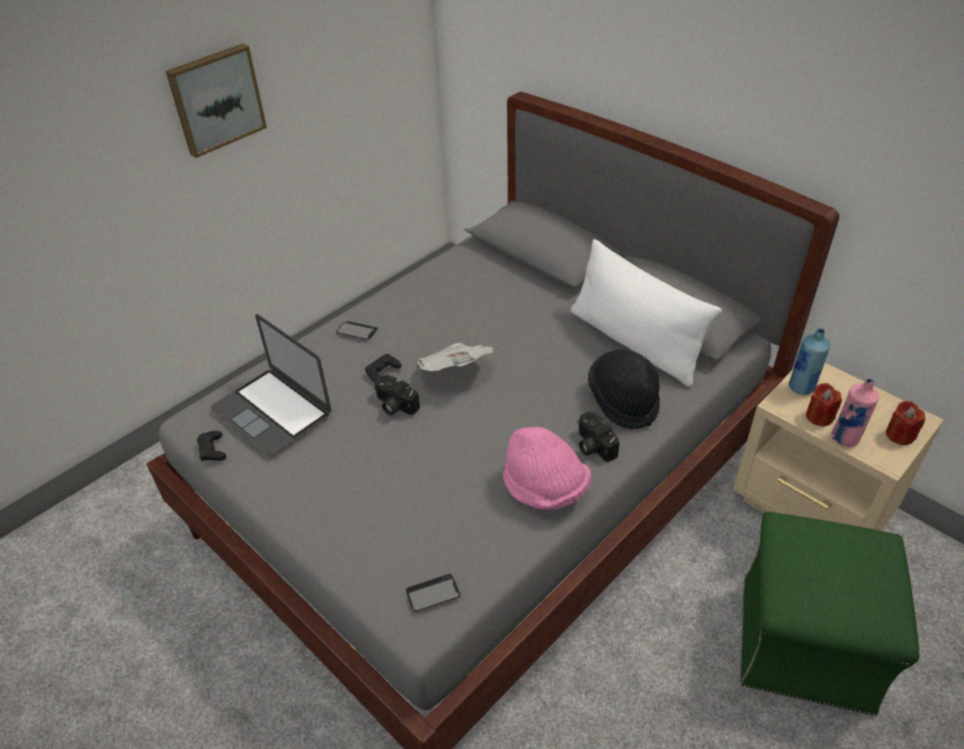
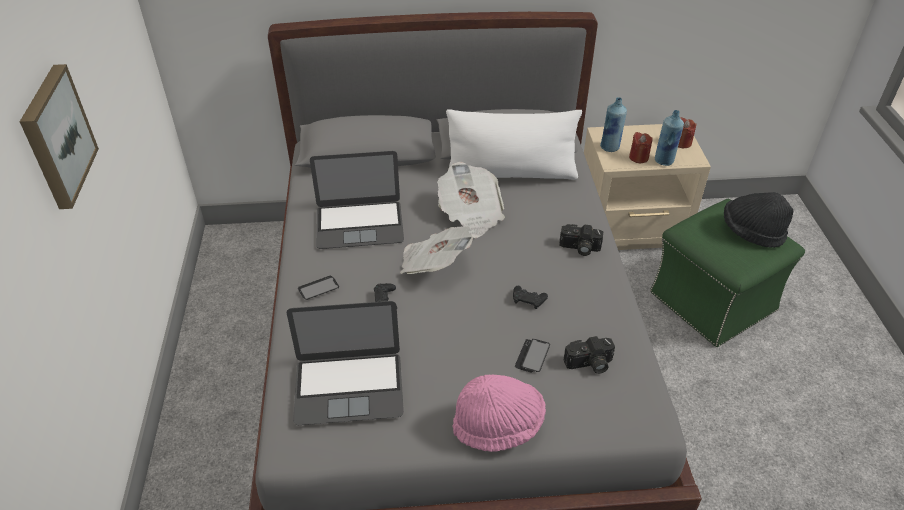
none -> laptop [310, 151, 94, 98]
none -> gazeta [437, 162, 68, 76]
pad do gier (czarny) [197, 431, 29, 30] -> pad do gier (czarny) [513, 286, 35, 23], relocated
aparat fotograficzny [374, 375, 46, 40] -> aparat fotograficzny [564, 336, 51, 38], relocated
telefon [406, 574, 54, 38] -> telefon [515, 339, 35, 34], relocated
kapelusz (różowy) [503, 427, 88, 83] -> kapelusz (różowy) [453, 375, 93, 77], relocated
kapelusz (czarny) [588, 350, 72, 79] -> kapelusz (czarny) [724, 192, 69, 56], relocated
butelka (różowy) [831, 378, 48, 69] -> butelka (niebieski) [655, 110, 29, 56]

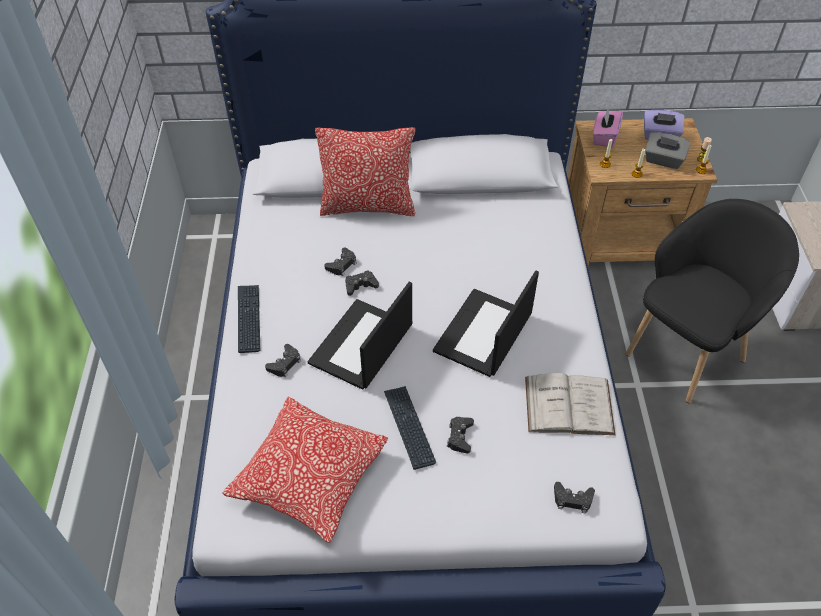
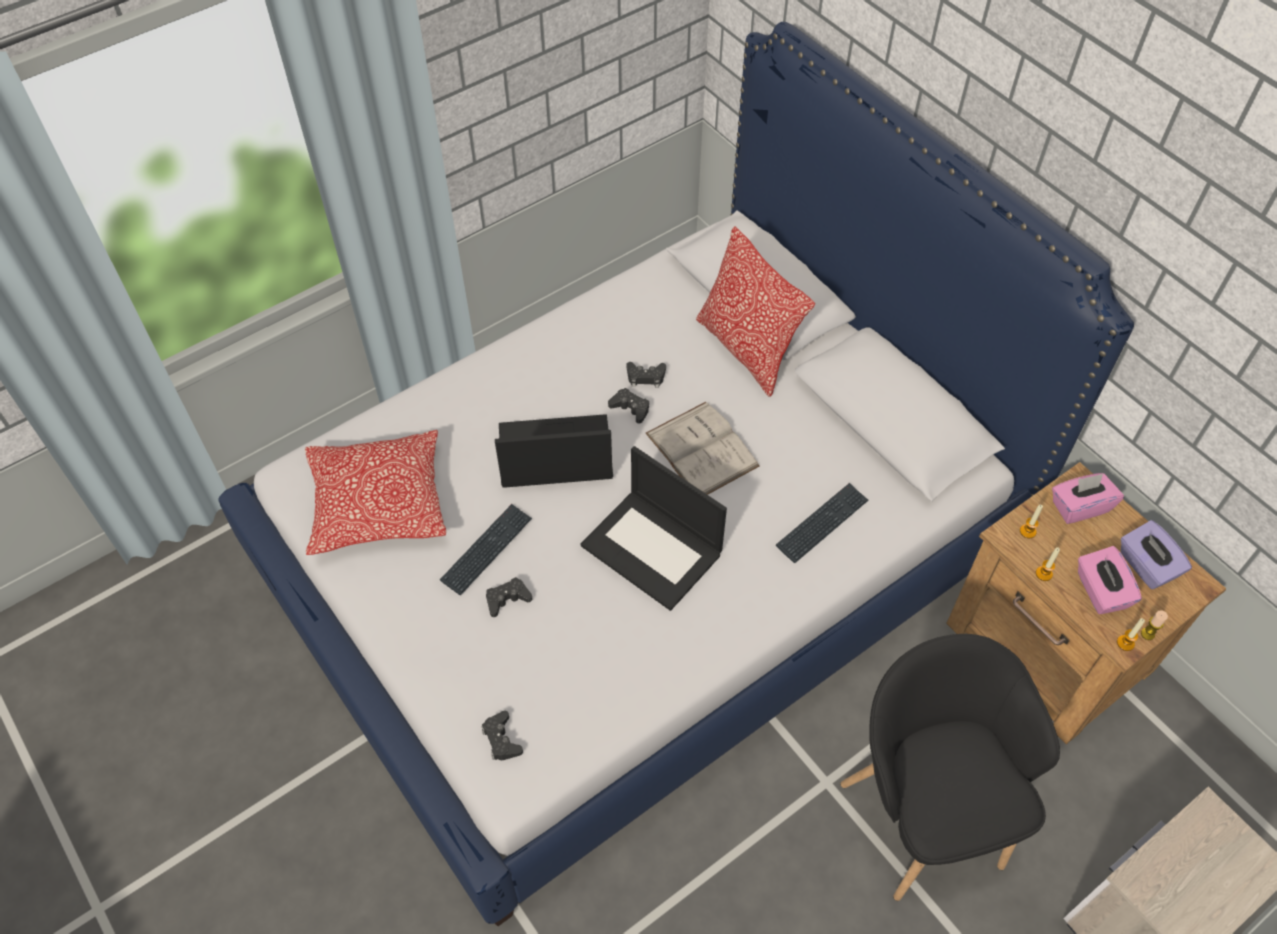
pad do gier (czarny) [265, 344, 36, 33] -> none
klawiatura [238, 285, 22, 68] -> klawiatura [776, 483, 93, 80], relocated
książka (biały) [525, 373, 90, 62] -> książka (biały) [646, 402, 114, 93], relocated
pudełko chusteczek (szary) [645, 132, 46, 37] -> pudełko chusteczek (różowy) [1078, 546, 64, 68]
laptop [433, 270, 106, 107] -> laptop [581, 446, 146, 165], 135 degrees counterclockwise
fotel (czarny) [626, 199, 173, 204] -> fotel (czarny) [840, 634, 220, 267], 120 degrees counterclockwise

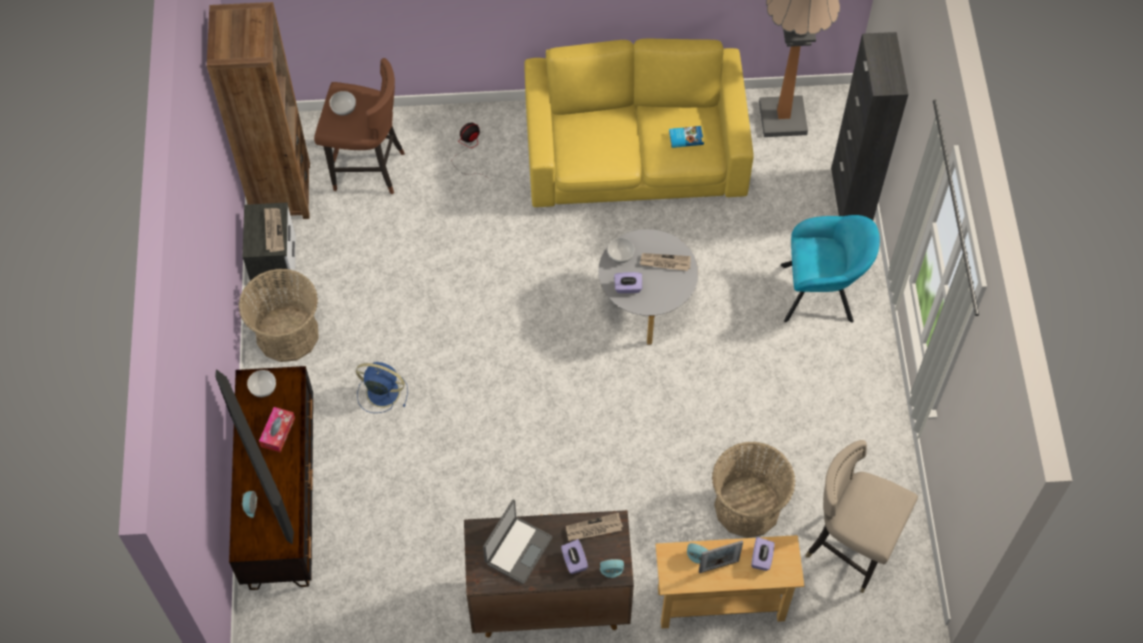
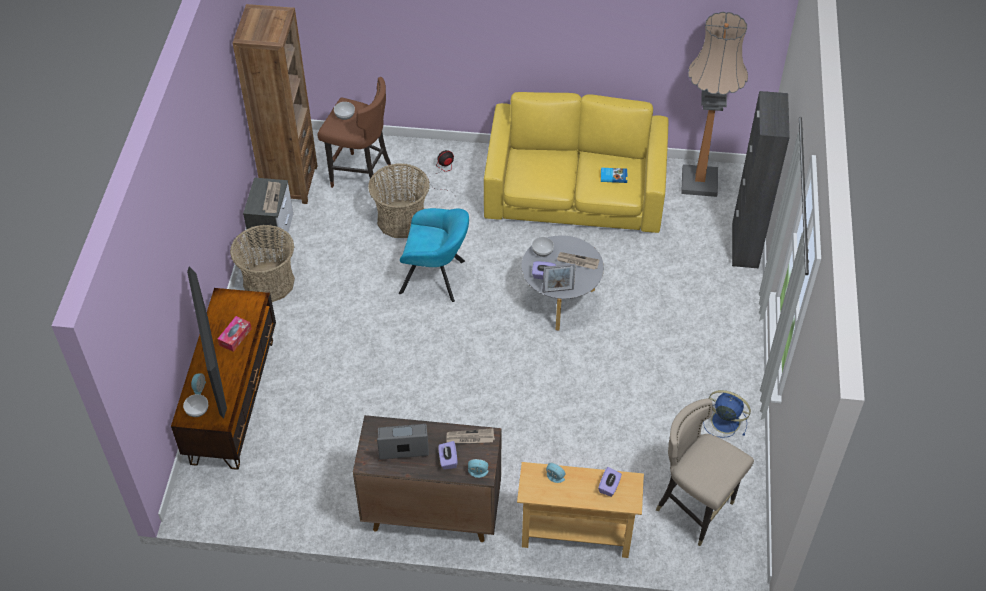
miska [247, 370, 29, 27] -> miska [183, 394, 25, 23], relocated
wentylator (niebieski) [356, 362, 52, 51] -> wentylator (niebieski) [703, 390, 48, 48], relocated
ramka na zdjęcie [699, 540, 44, 33] -> ramka na zdjęcie [543, 264, 33, 29], relocated
koszyk [712, 441, 83, 97] -> koszyk [368, 163, 62, 75], relocated
fotel (turkusowy) [781, 215, 99, 108] -> fotel (turkusowy) [399, 208, 70, 94], relocated
laptop [483, 500, 70, 84] -> laptop [377, 424, 52, 36], 135 degrees counterclockwise

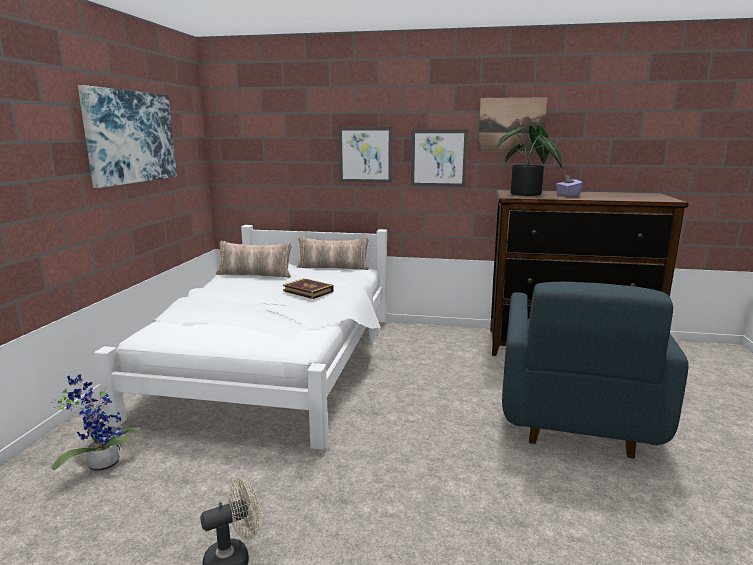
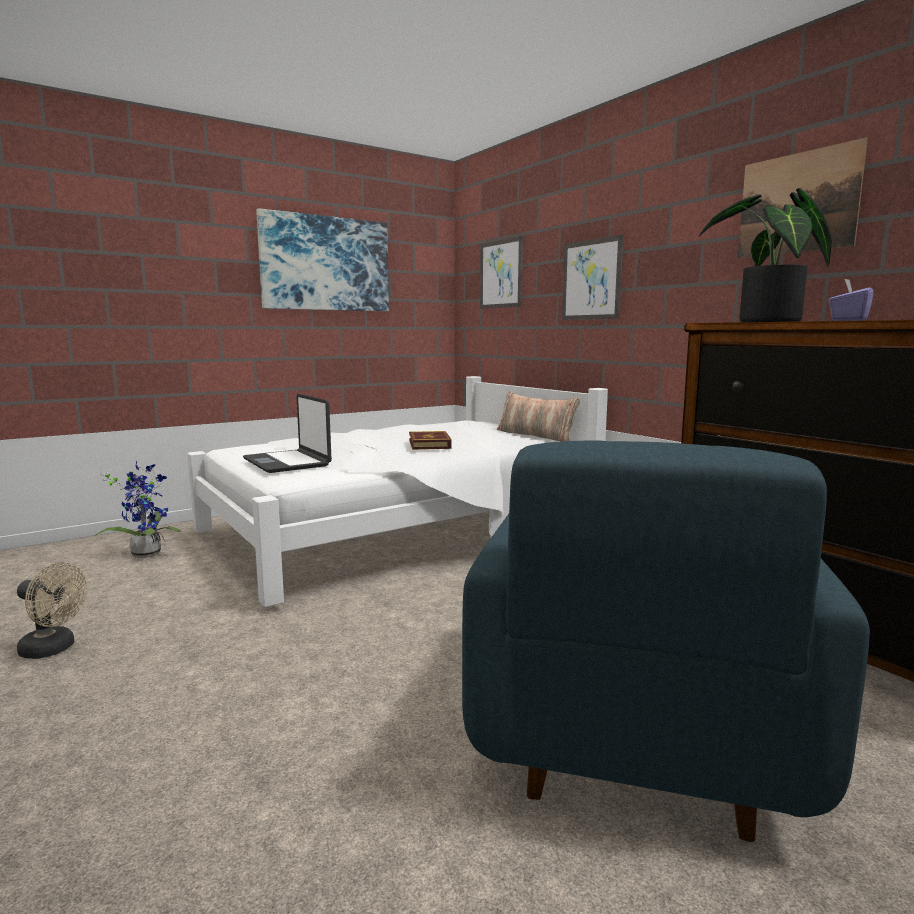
poduszka [216, 241, 76, 37] -> none
none -> laptop [243, 394, 89, 79]
obraz [411, 130, 57, 57] -> obraz [480, 236, 43, 73], relocated
fotel (niebieski) [502, 282, 187, 176] -> fotel (niebieski) [462, 441, 408, 401], 45 degrees counterclockwise

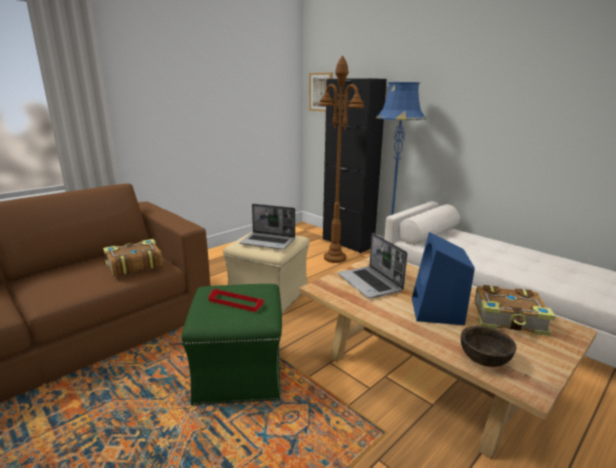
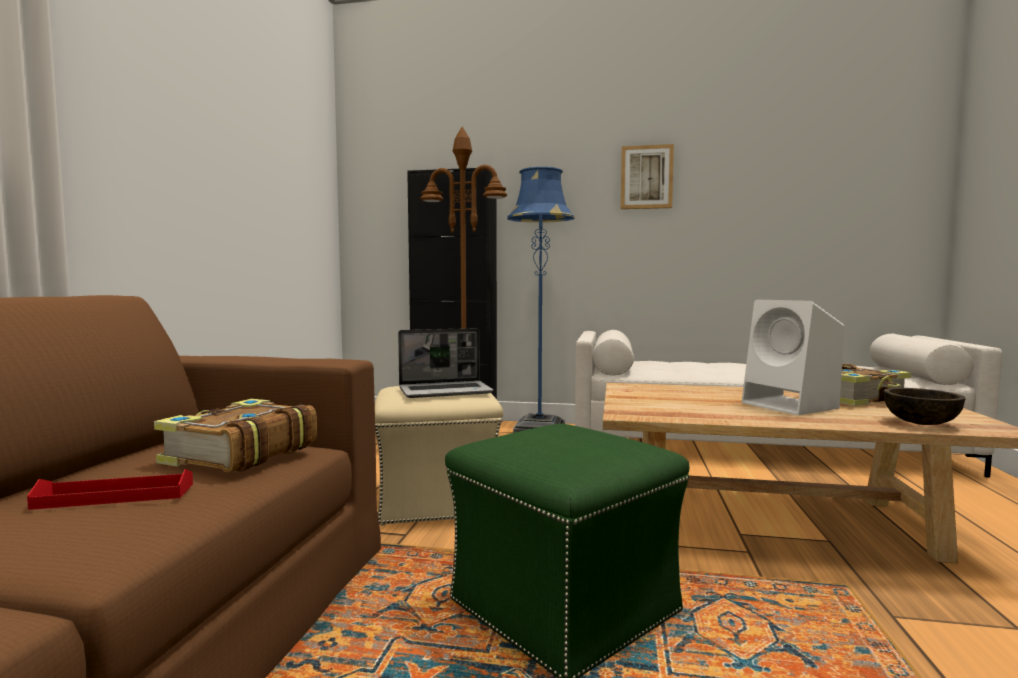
laptop [338, 233, 69, 65] -> none
taca (czerwony) [209, 289, 54, 23] -> taca (czerwony) [27, 469, 166, 41], relocated
obraz [309, 72, 24, 40] -> obraz [621, 144, 53, 65], relocated
głośnik (niebieski) [412, 232, 63, 93] -> głośnik (biały) [742, 300, 102, 115]

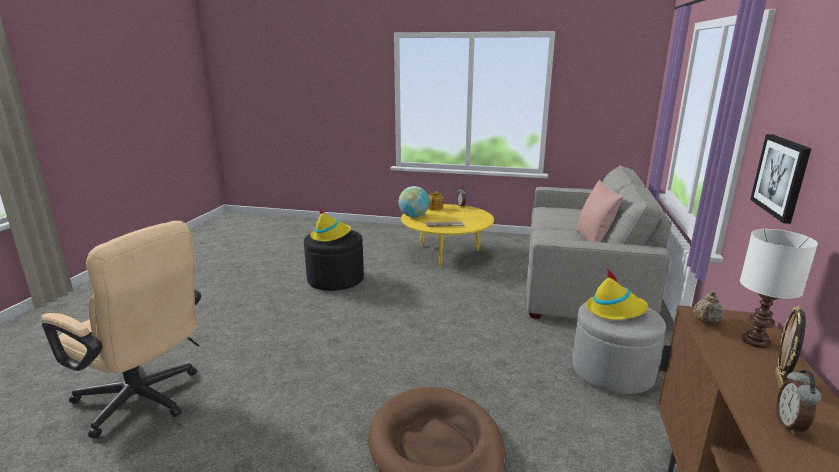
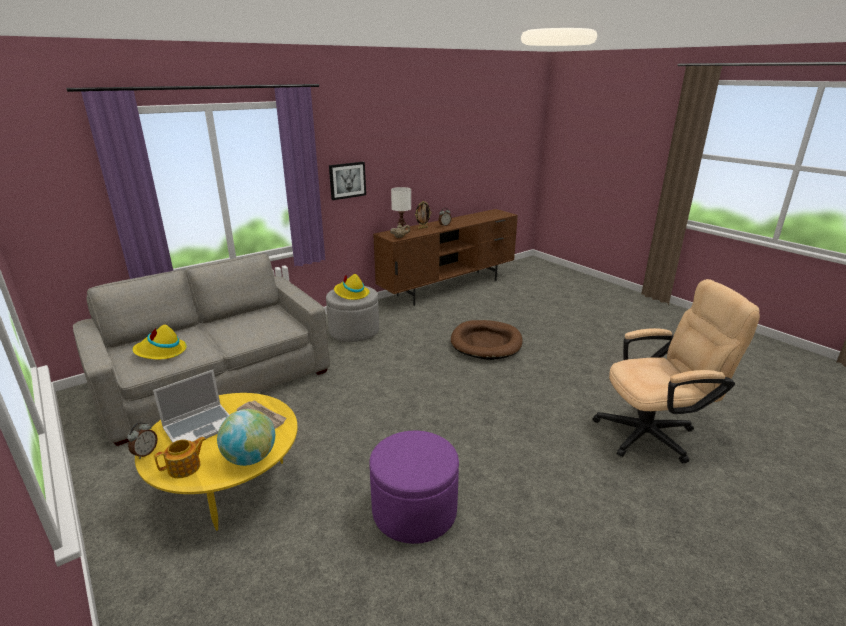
poduszka (różowy) [577, 180, 46, 62] -> none
none -> laptop [153, 370, 76, 73]
kapelusz (żółty) [311, 209, 40, 33] -> kapelusz (żółty) [133, 325, 54, 35], relocated
pufa (czarny) [304, 230, 60, 61] -> pufa (fioletowy) [369, 430, 90, 114]
krzesło biurowe (beżowy) [41, 221, 160, 217] -> krzesło biurowe (beżowy) [592, 279, 168, 185], 105 degrees clockwise

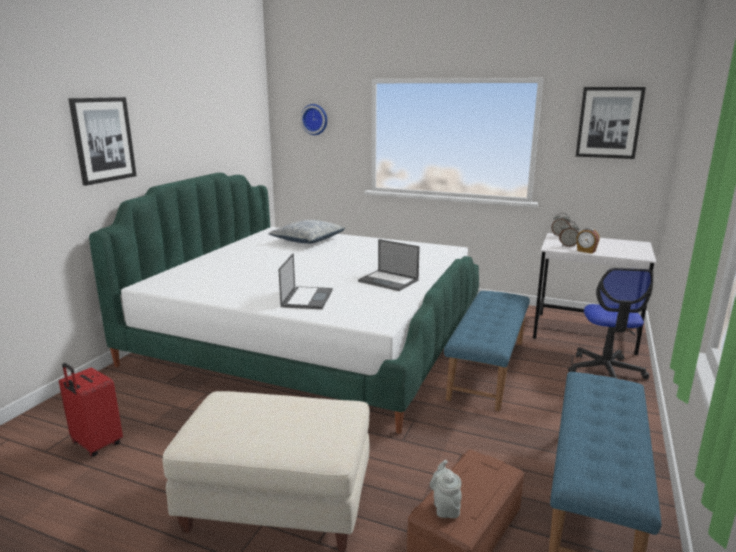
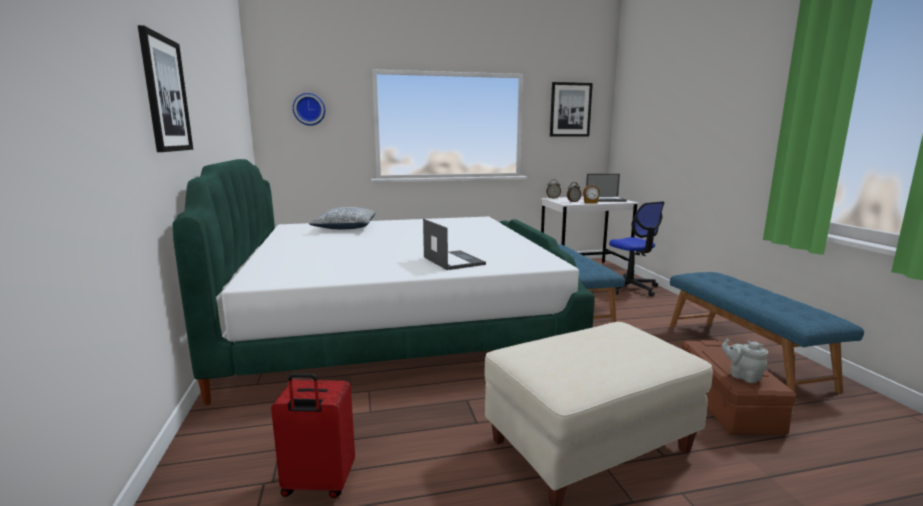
laptop [358, 239, 62, 52] -> laptop [586, 174, 41, 28], relocated

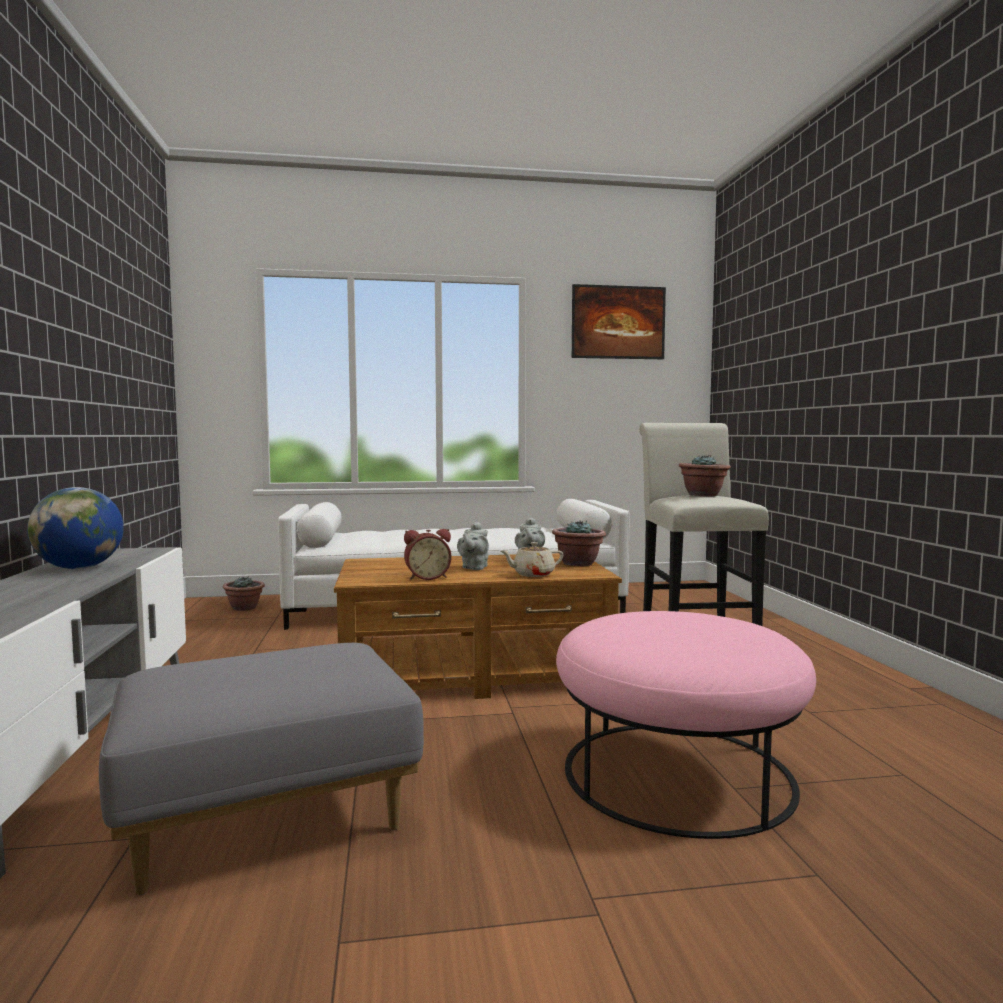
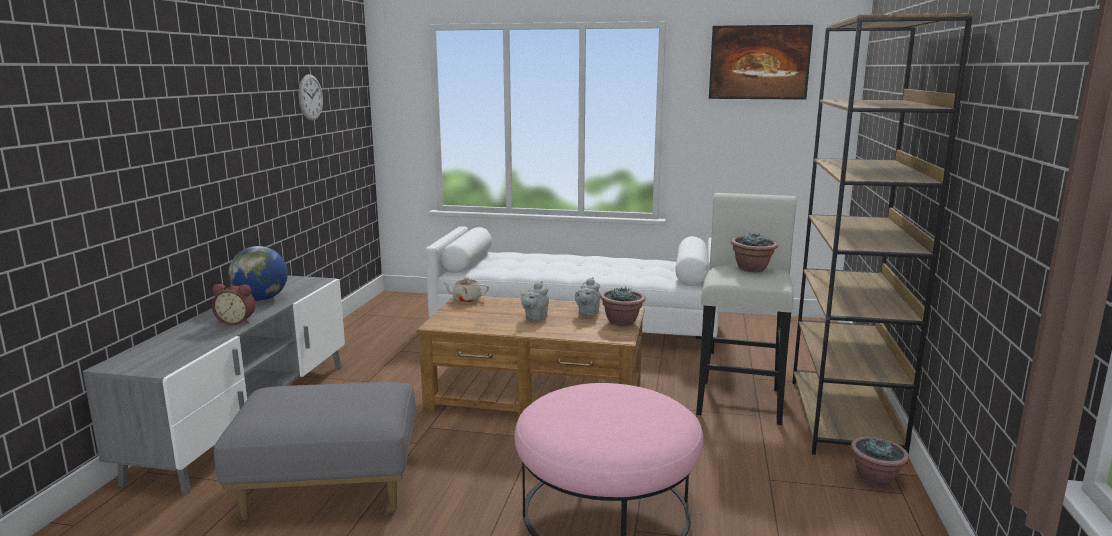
none -> zegar ścienny [298, 74, 25, 47]
none -> regał (brązowy) [792, 13, 180, 451]
roślina doniczkowa [223, 576, 42, 35] -> roślina doniczkowa [851, 437, 58, 50], relocated
budzik [404, 529, 47, 51] -> budzik [212, 284, 43, 41], relocated
imbryk (beżowy) [501, 542, 62, 35] -> imbryk (beżowy) [442, 277, 47, 26], relocated

